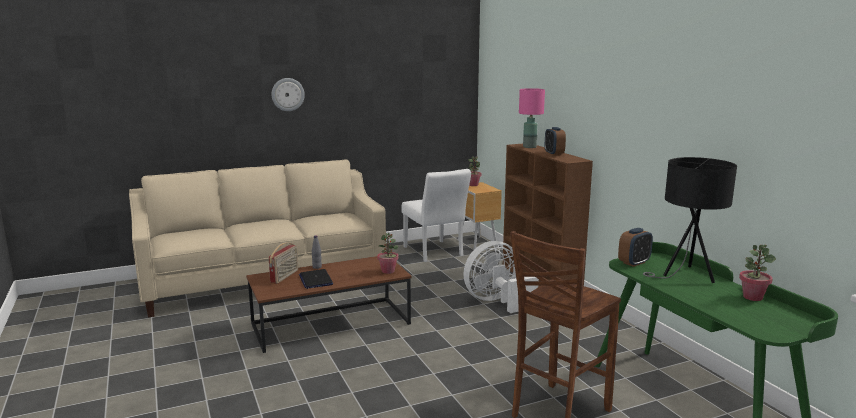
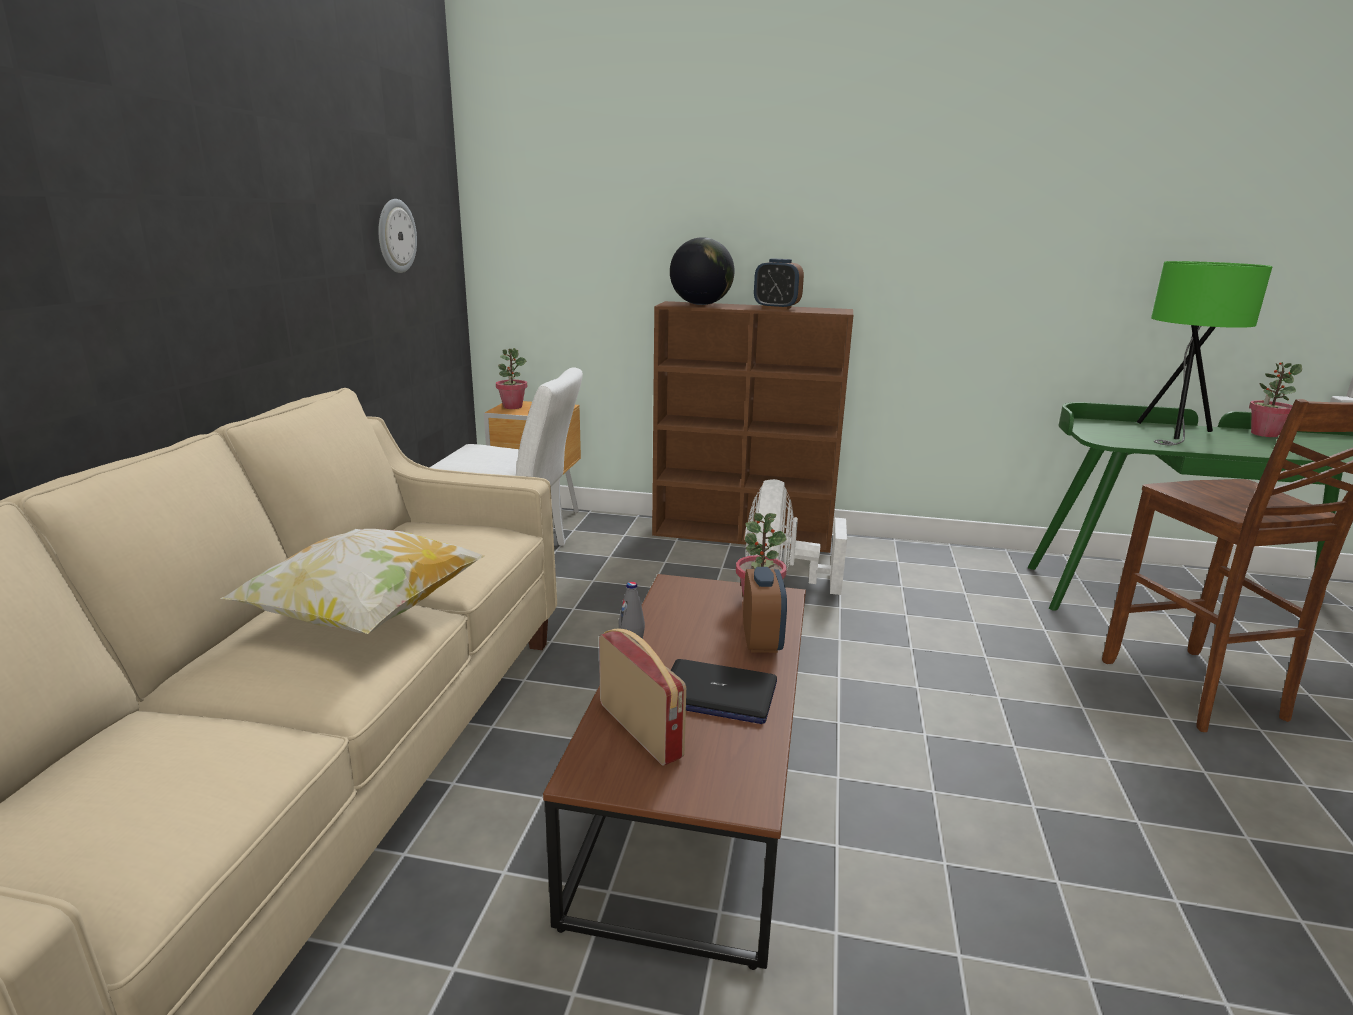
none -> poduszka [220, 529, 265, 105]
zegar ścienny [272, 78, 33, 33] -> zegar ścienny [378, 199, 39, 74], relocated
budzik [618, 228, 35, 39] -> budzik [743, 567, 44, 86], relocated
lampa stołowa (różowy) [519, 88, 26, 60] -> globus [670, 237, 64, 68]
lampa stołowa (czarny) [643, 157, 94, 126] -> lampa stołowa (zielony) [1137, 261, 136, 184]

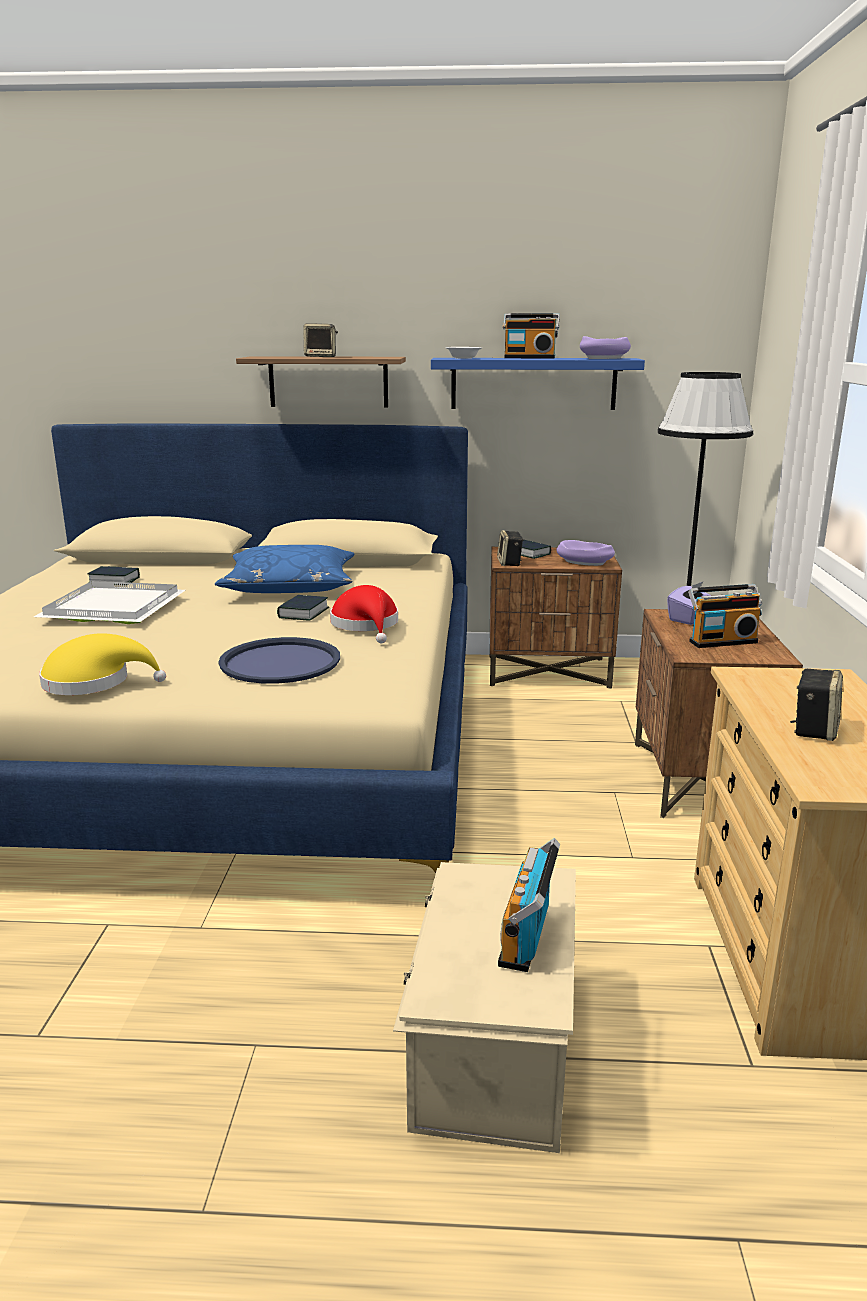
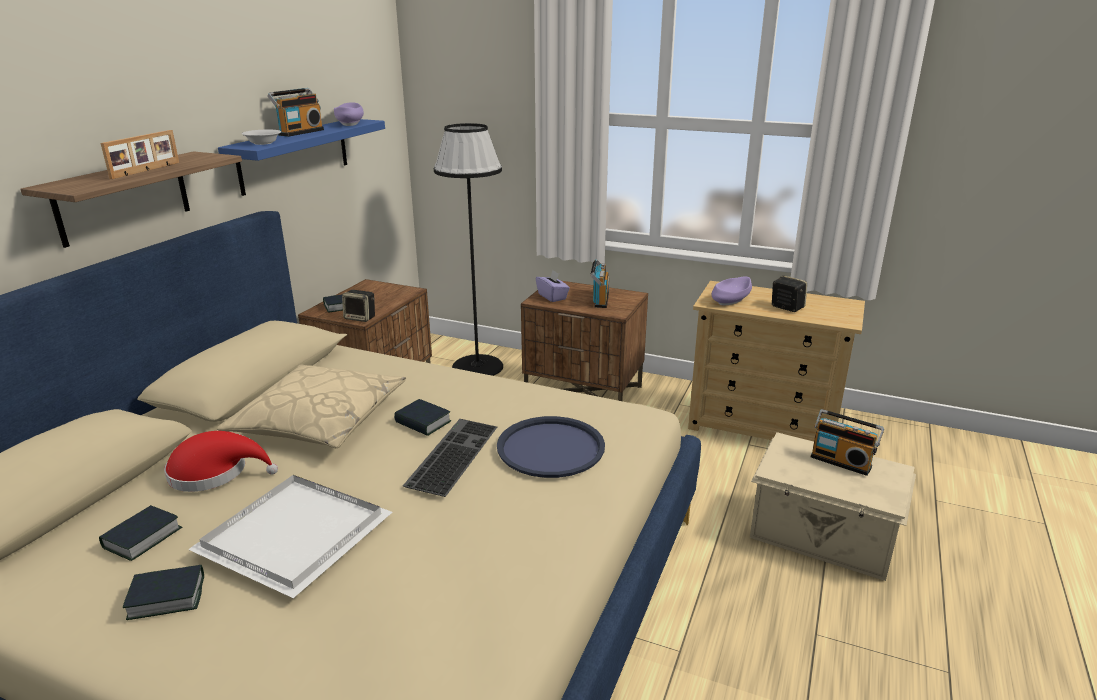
kapelusz (żółty) [39, 633, 127, 62] -> none
none -> książka [123, 565, 81, 55]
none -> klawiatura [403, 419, 94, 78]
kapelusz (czerwony) [330, 585, 68, 58] -> kapelusz (czerwony) [164, 431, 114, 61], relocated
miska (fioletowy) [556, 540, 59, 26] -> miska (fioletowy) [712, 276, 40, 29], relocated
głośnik [303, 323, 35, 34] -> ramka na zdjęcie [101, 130, 78, 49]
poduszka (niebieski) [215, 545, 140, 48] -> poduszka (beżowy) [217, 365, 189, 83]

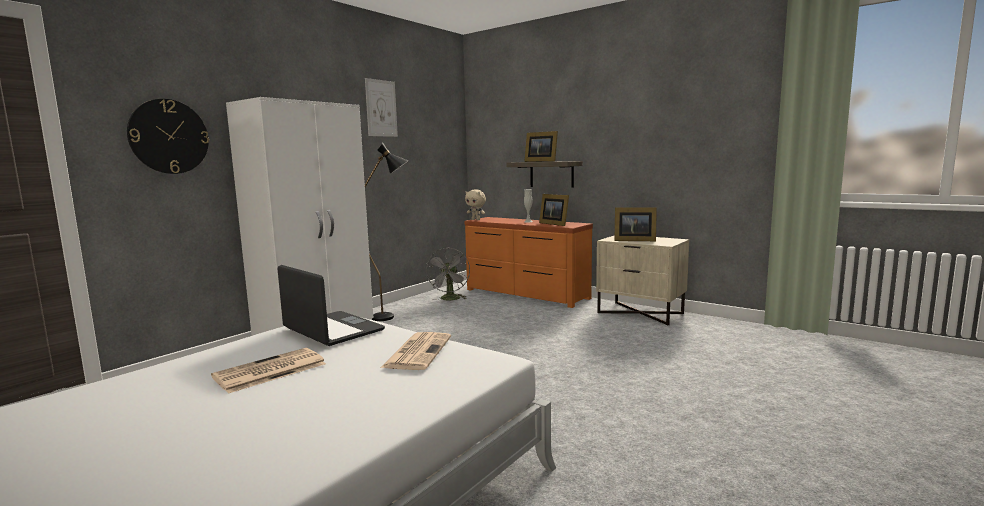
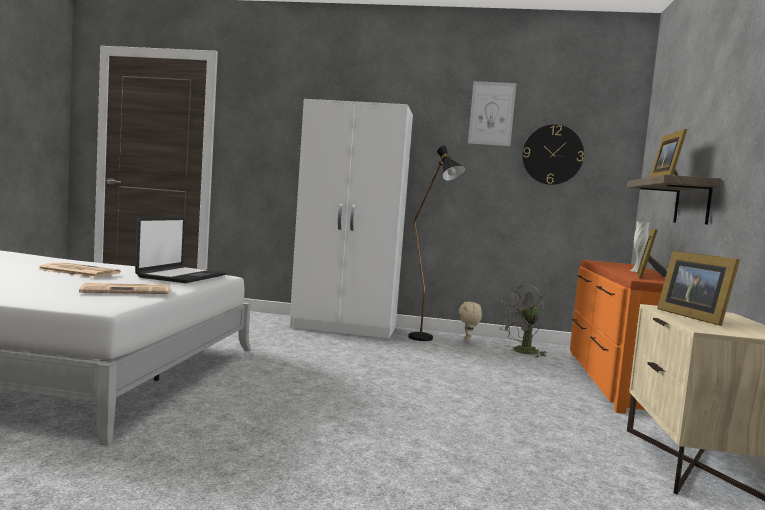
zegar ścienny [127, 99, 82, 75] -> zegar ścienny [522, 124, 62, 61], relocated
pluszak (beżowy) [465, 190, 21, 30] -> pluszak (beżowy) [459, 302, 23, 40], relocated

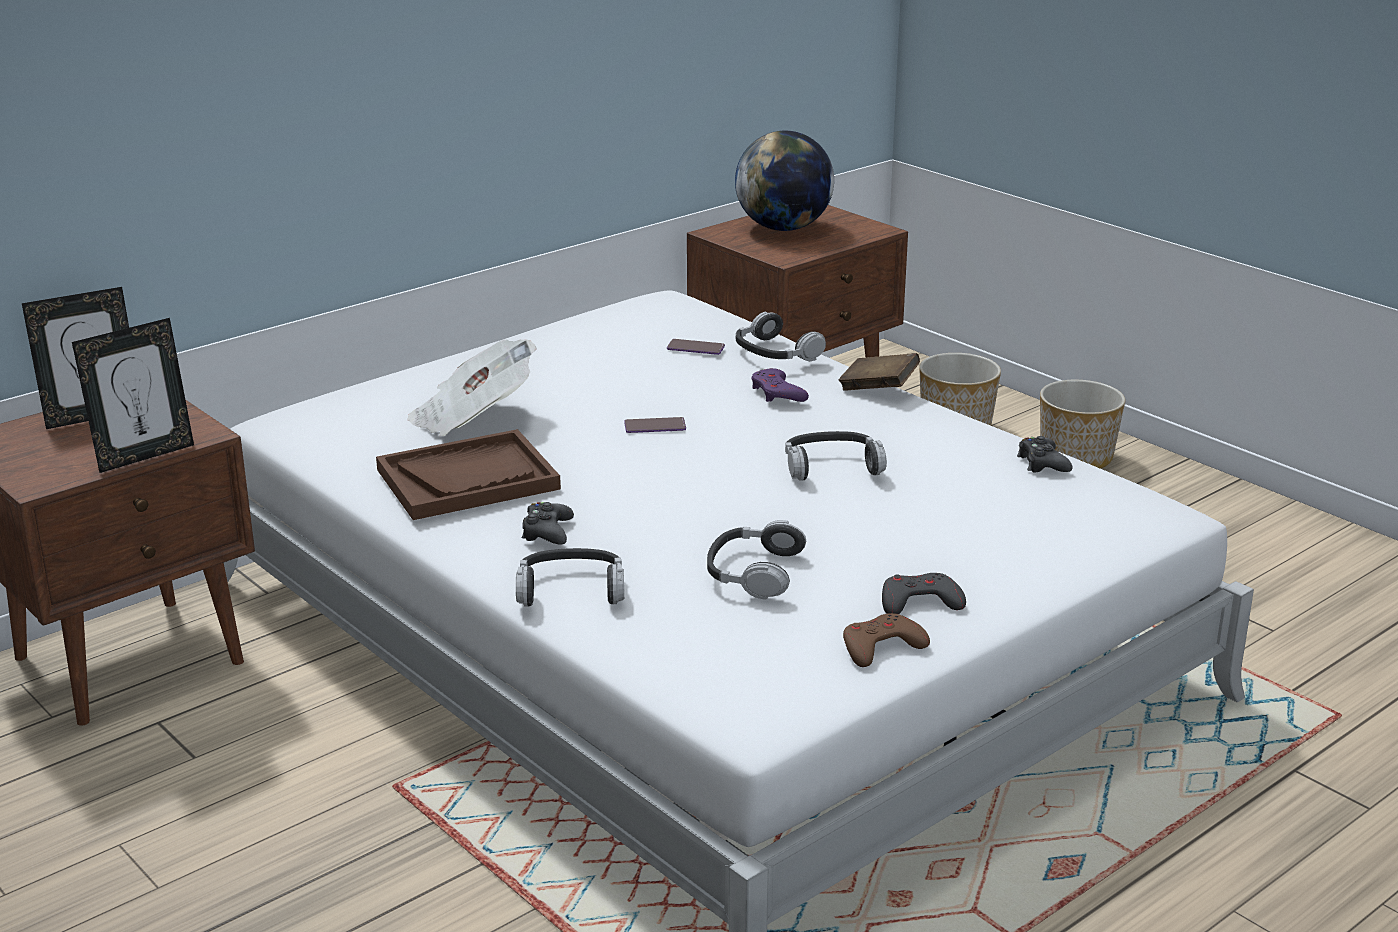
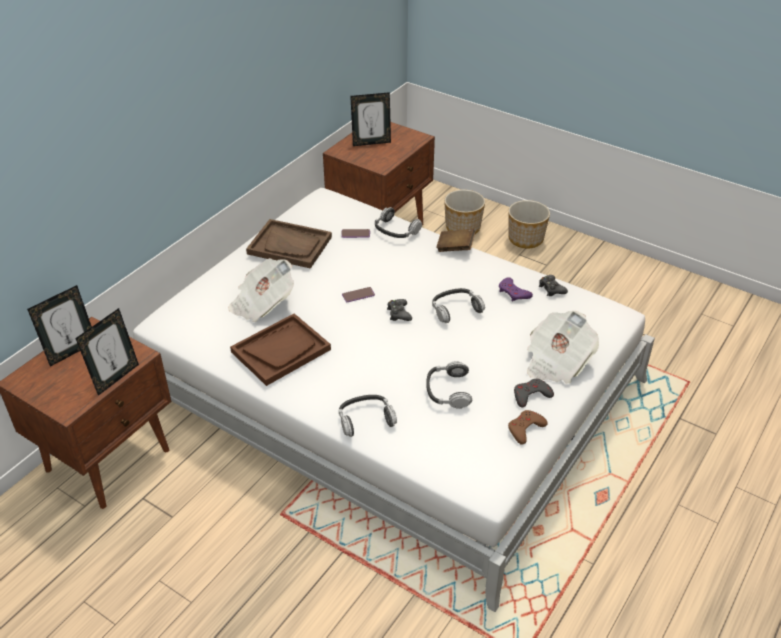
none -> taca (brązowy) [246, 219, 86, 50]
none -> gazeta [527, 311, 72, 73]
pad do gier (czarny) [522, 502, 52, 43] -> pad do gier (czarny) [387, 299, 25, 22], relocated
pad do gier (fioletowy) [751, 368, 58, 34] -> pad do gier (fioletowy) [499, 277, 34, 25], relocated
globus [735, 131, 99, 100] -> ramka na zdjęcie [350, 92, 41, 54]

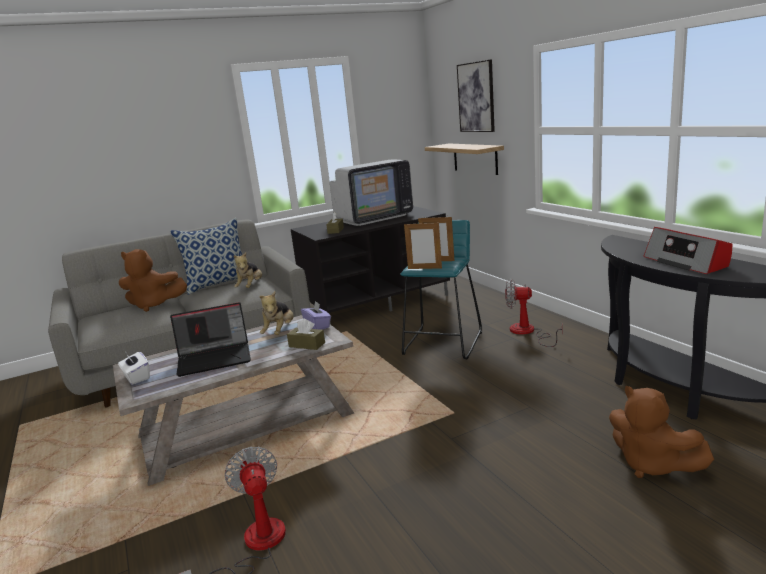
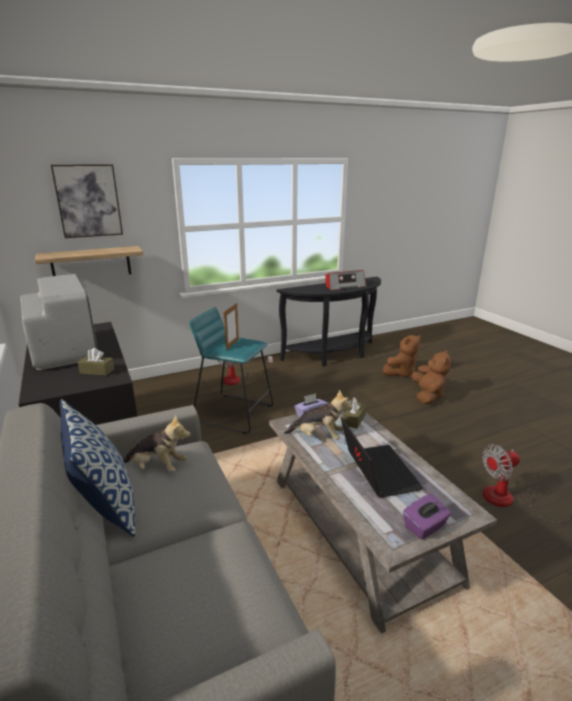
ramka na zdjęcie [404, 221, 38, 48] -> none
pluszak (brązowy) [119, 249, 68, 63] -> pluszak (brązowy) [412, 350, 39, 54], relocated
pudełko chusteczek (biały) [118, 352, 32, 33] -> pudełko chusteczek (fioletowy) [403, 494, 48, 45]

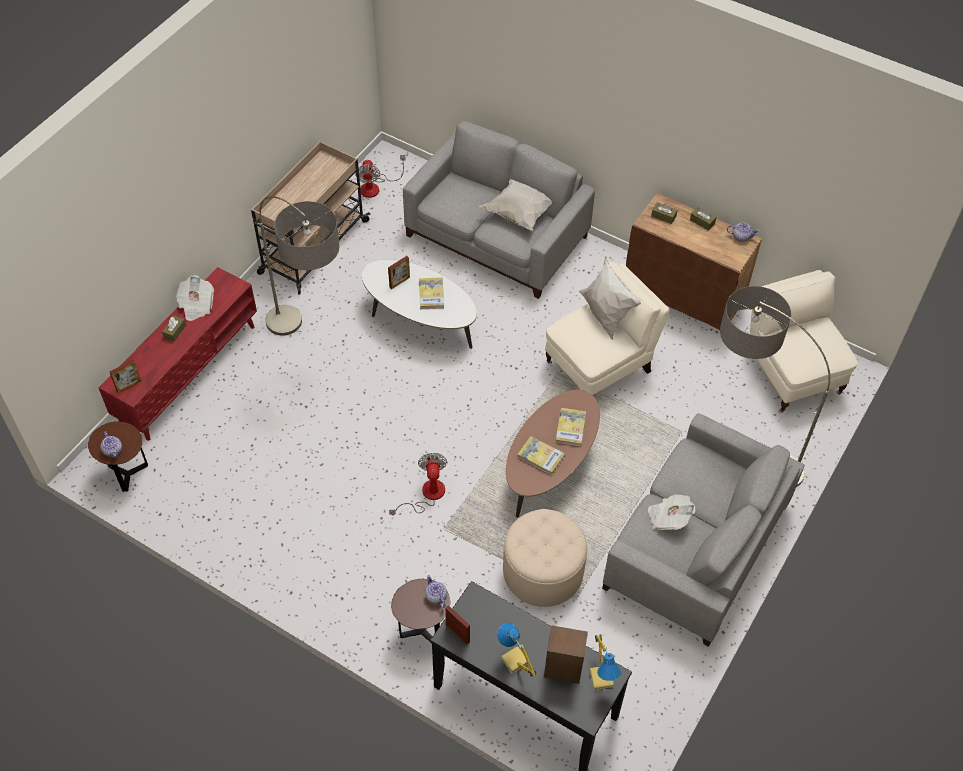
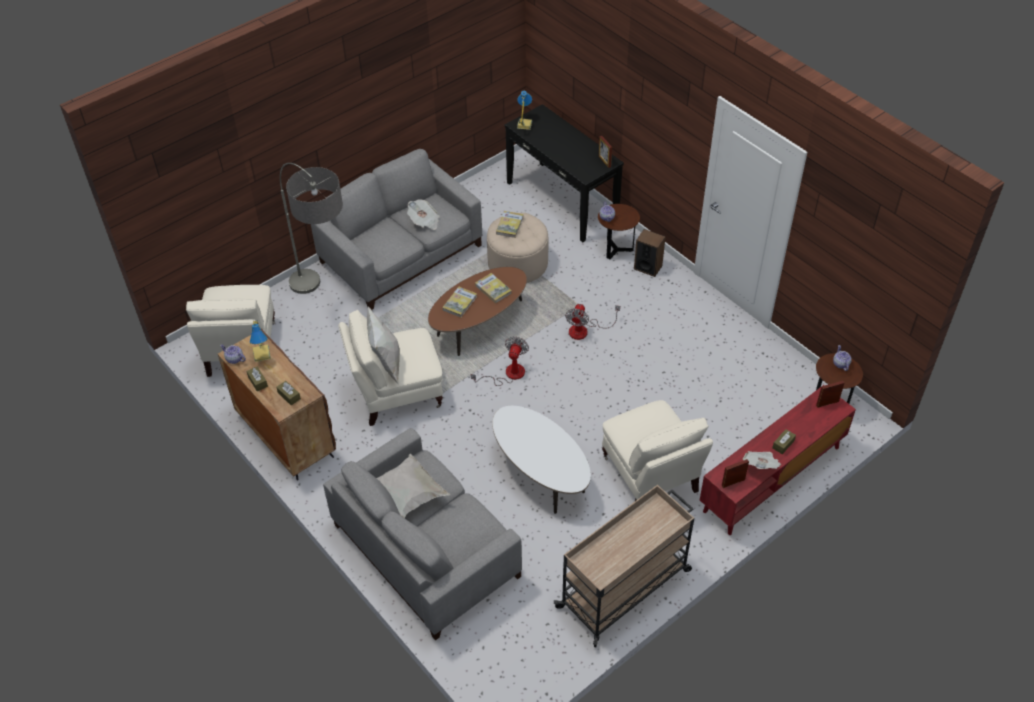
wentylator [355, 155, 51, 43] -> wentylator [471, 337, 58, 49], relocated
ramka na zdjęcie [388, 256, 22, 33] -> ramka na zdjęcie [722, 459, 27, 29], relocated
książka [419, 277, 25, 32] -> książka [496, 211, 28, 27], relocated
lampa stołowa [497, 623, 40, 54] -> lampa stołowa [250, 320, 21, 42], relocated
głośnik [544, 625, 44, 59] -> głośnik [634, 229, 32, 48], relocated
lampa stojąca [259, 196, 80, 140] -> fotel (beżowy) [602, 400, 111, 101]

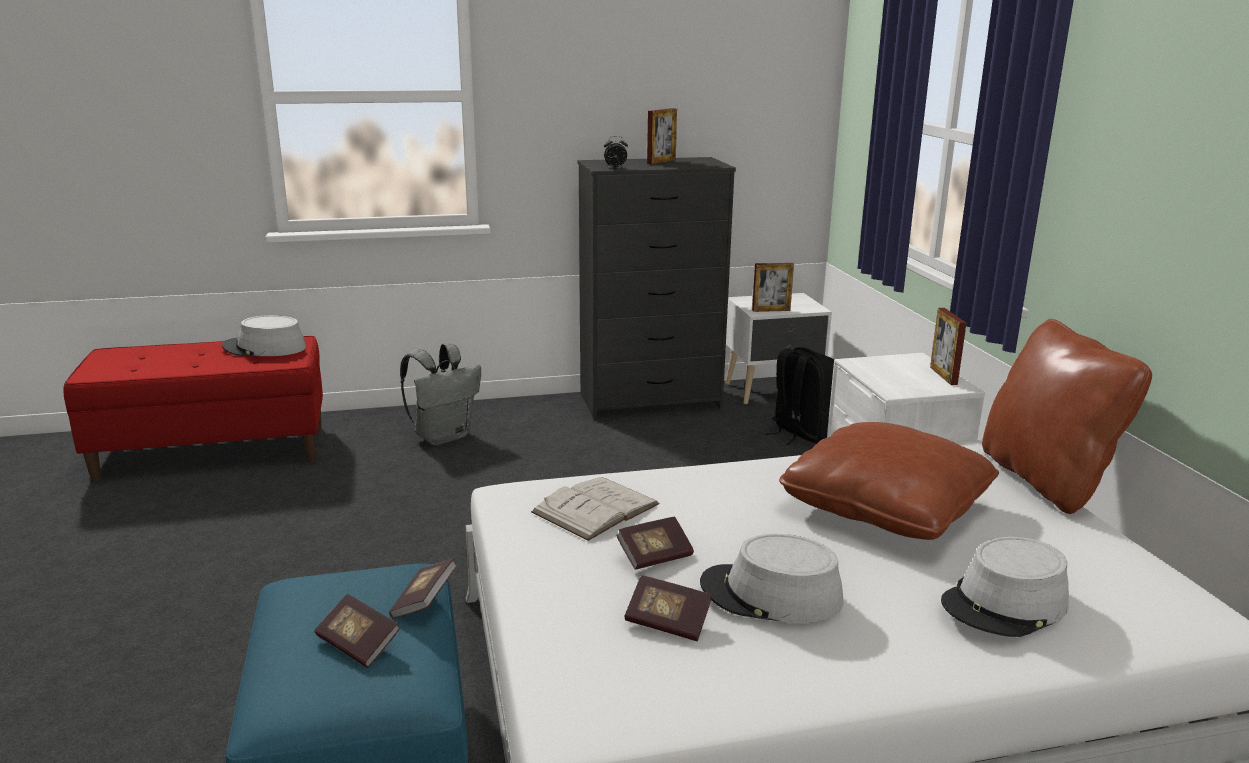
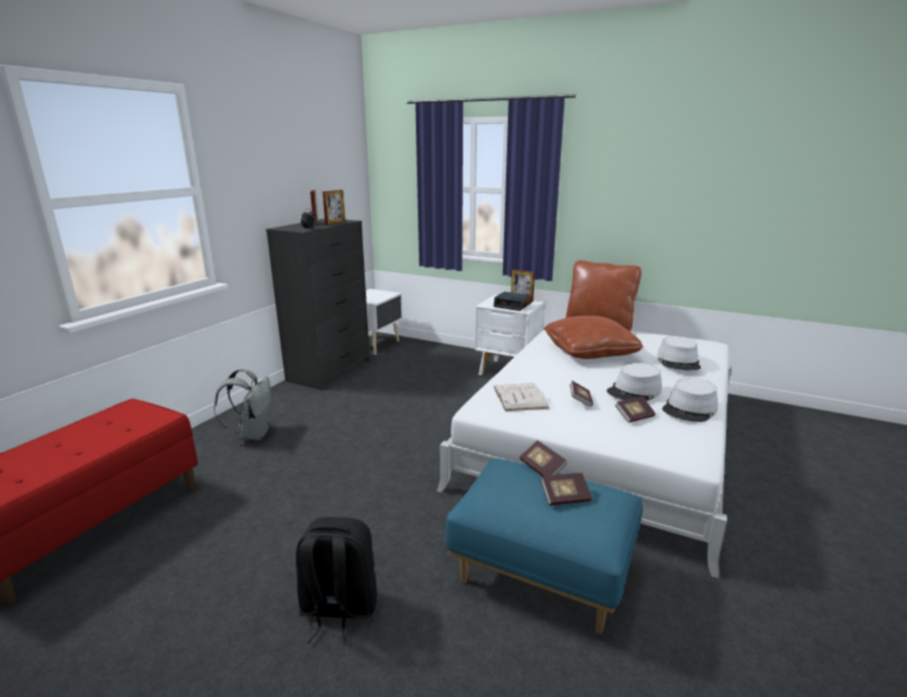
none -> budzik [494, 292, 38, 19]
kapelusz (szary) [222, 315, 84, 41] -> kapelusz (szary) [662, 378, 55, 44], relocated
ramka na zdjęcie [752, 263, 42, 49] -> ramka na zdjęcie [322, 190, 23, 35], relocated
plecak (czarny) [765, 347, 69, 98] -> plecak (czarny) [296, 517, 81, 128], relocated

